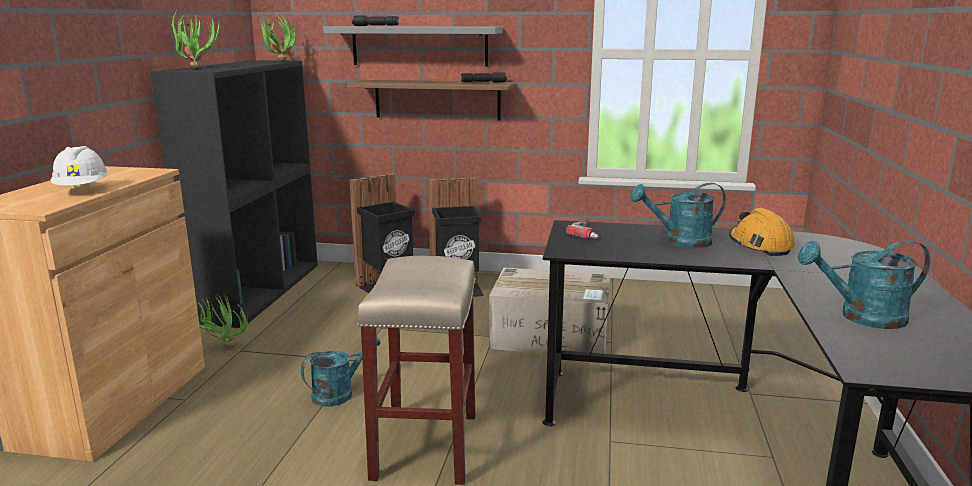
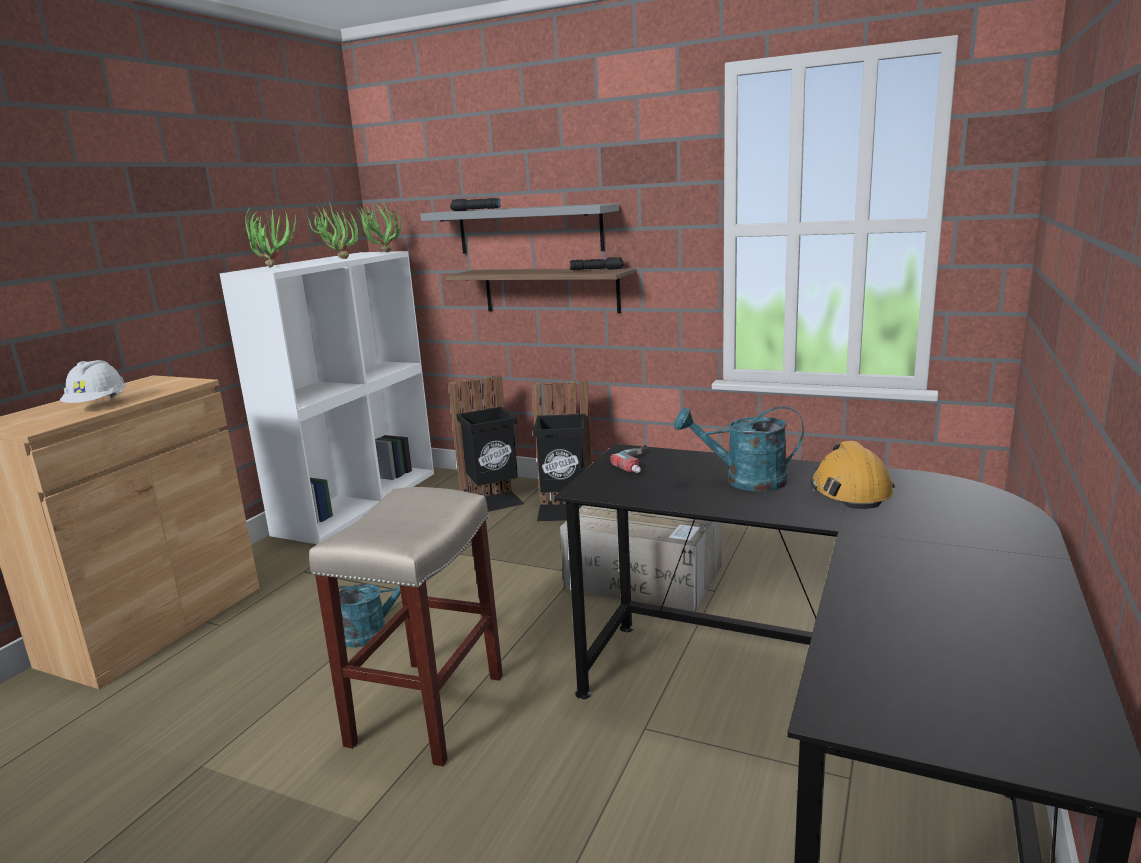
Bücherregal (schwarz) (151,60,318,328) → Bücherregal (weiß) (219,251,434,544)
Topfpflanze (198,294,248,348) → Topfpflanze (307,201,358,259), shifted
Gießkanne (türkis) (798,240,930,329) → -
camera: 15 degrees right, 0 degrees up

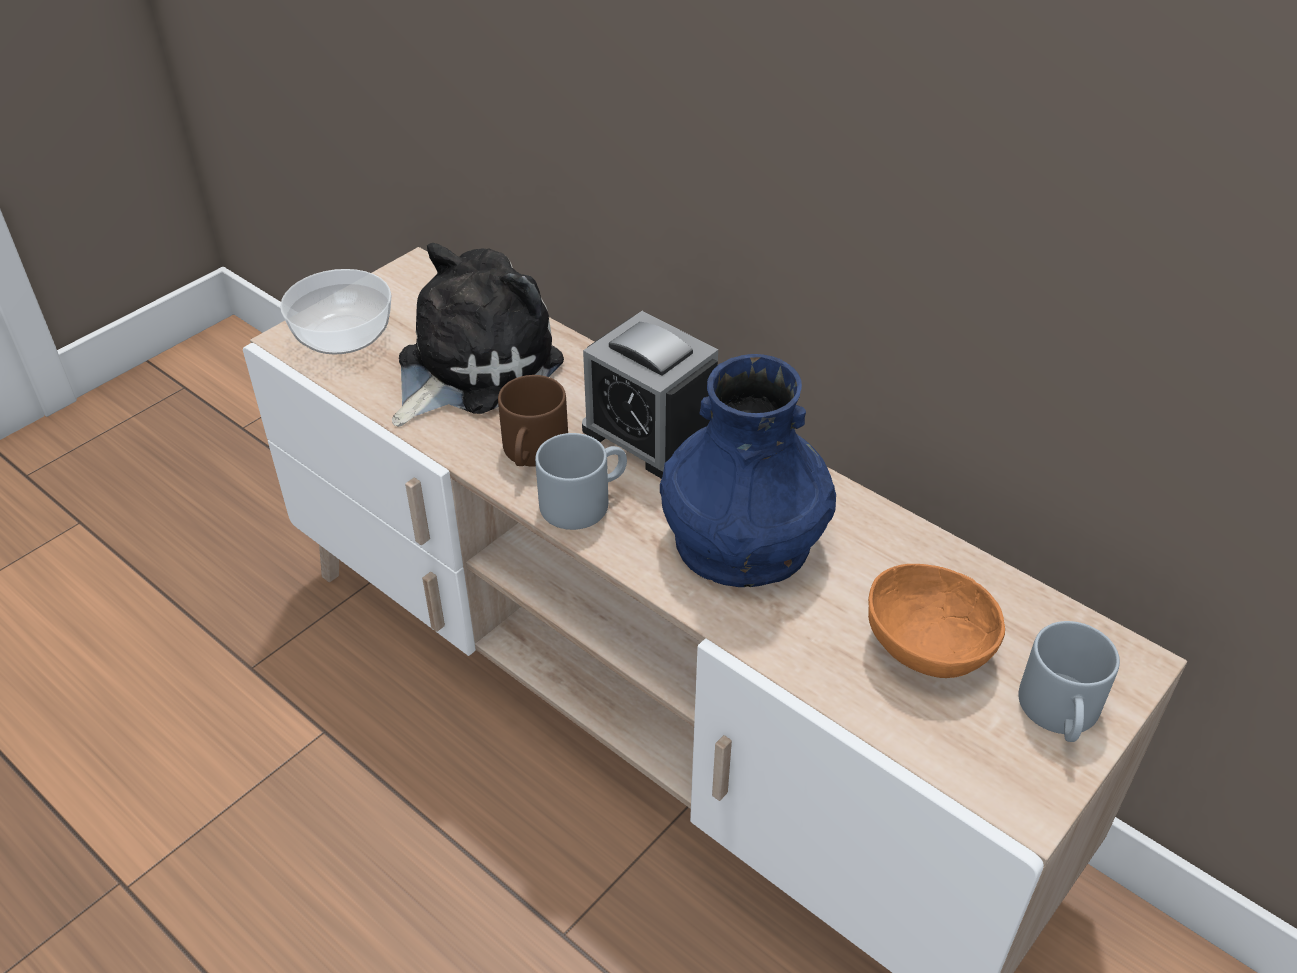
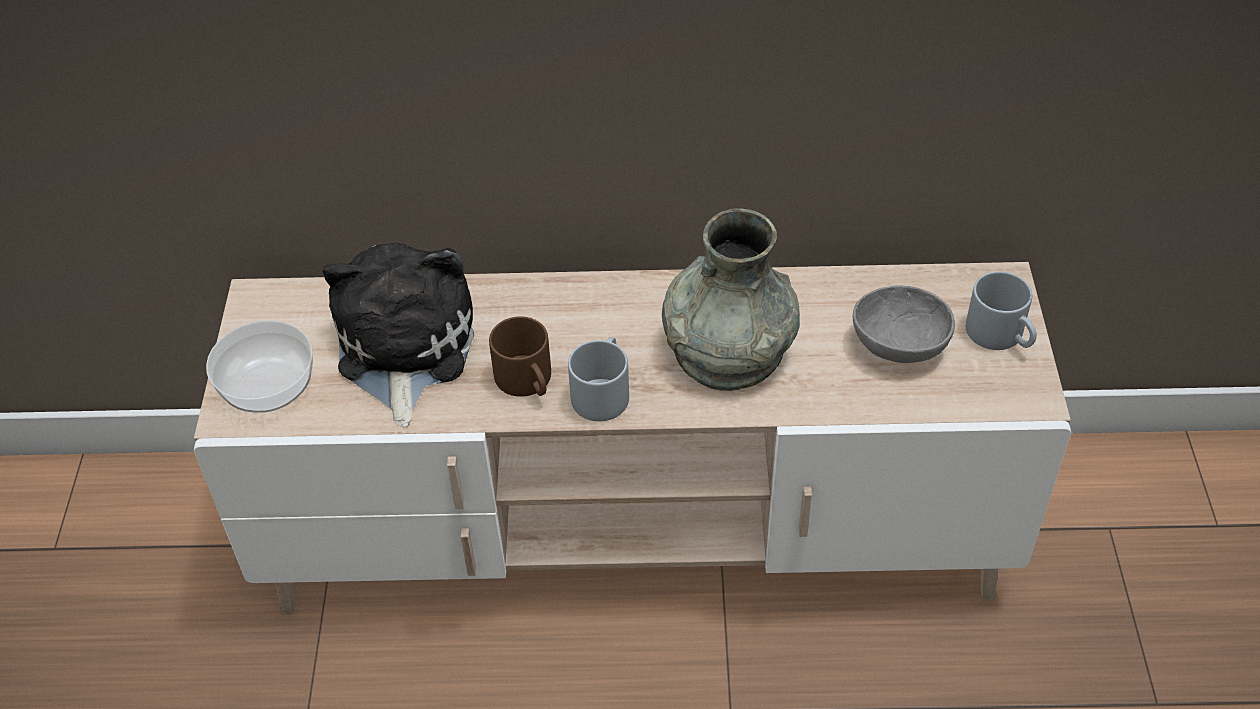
Vase (blau) (660,354,836,587) → Vase (grau) (662,208,800,391)
Schüssel (orange) (868,564,1005,678) → Schüssel (grau) (853,285,955,363)
Wecker (582,311,718,479) → -
camera: 40 degrees left, 5 degrees up

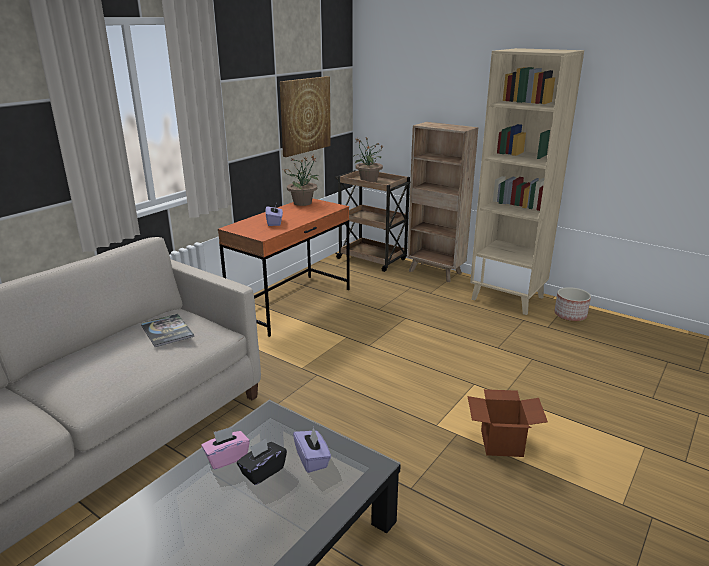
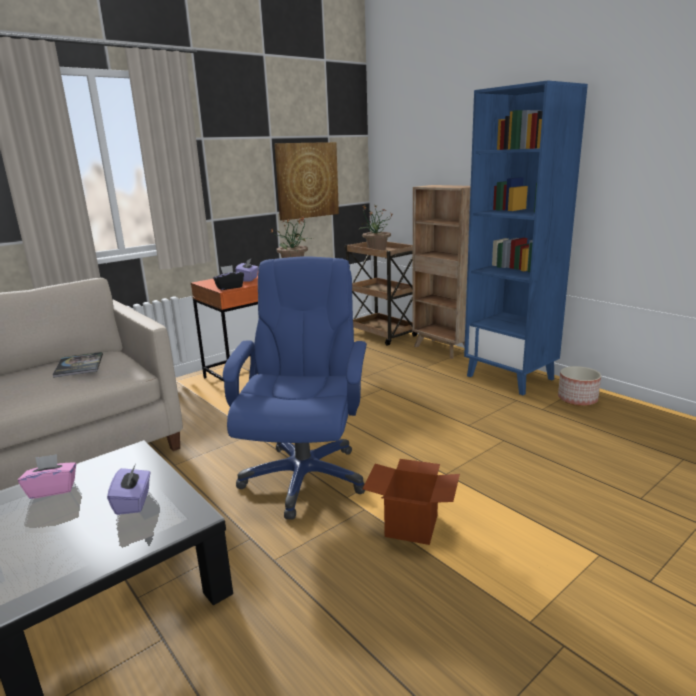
Taschentuchbox (schwarz) (237,439,287,485) → Taschentuchbox (schwarz) (213,265,244,290), shifted
- → Bürostuhl (blau) (223,256,367,520)
Bücherregal (beige) (470,48,584,315) → Bücherregal (blau) (464,80,588,395)
camera: 15 degrees right, 5 degrees down

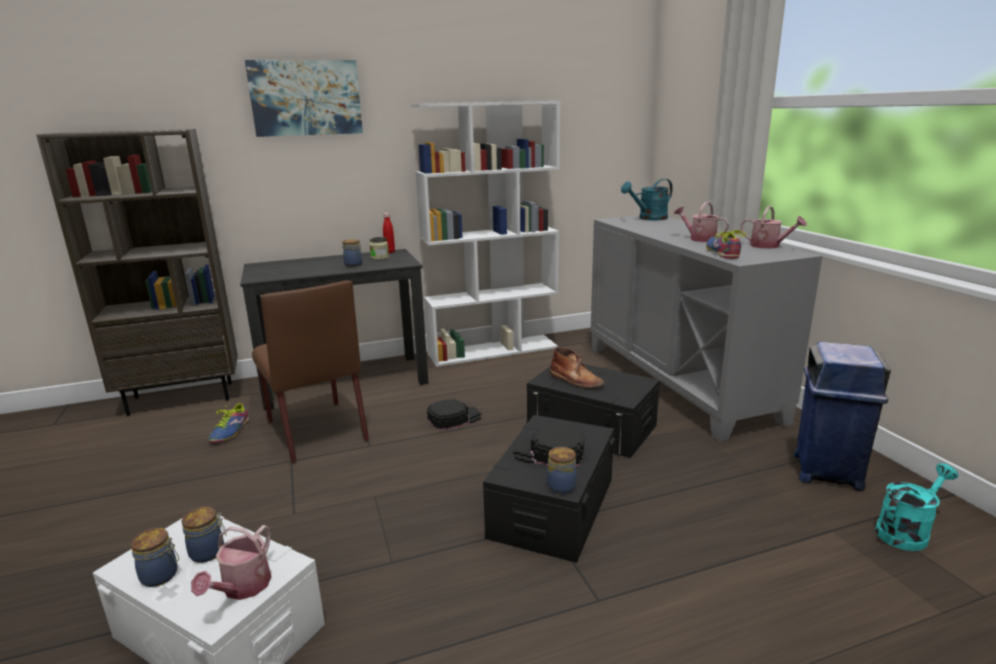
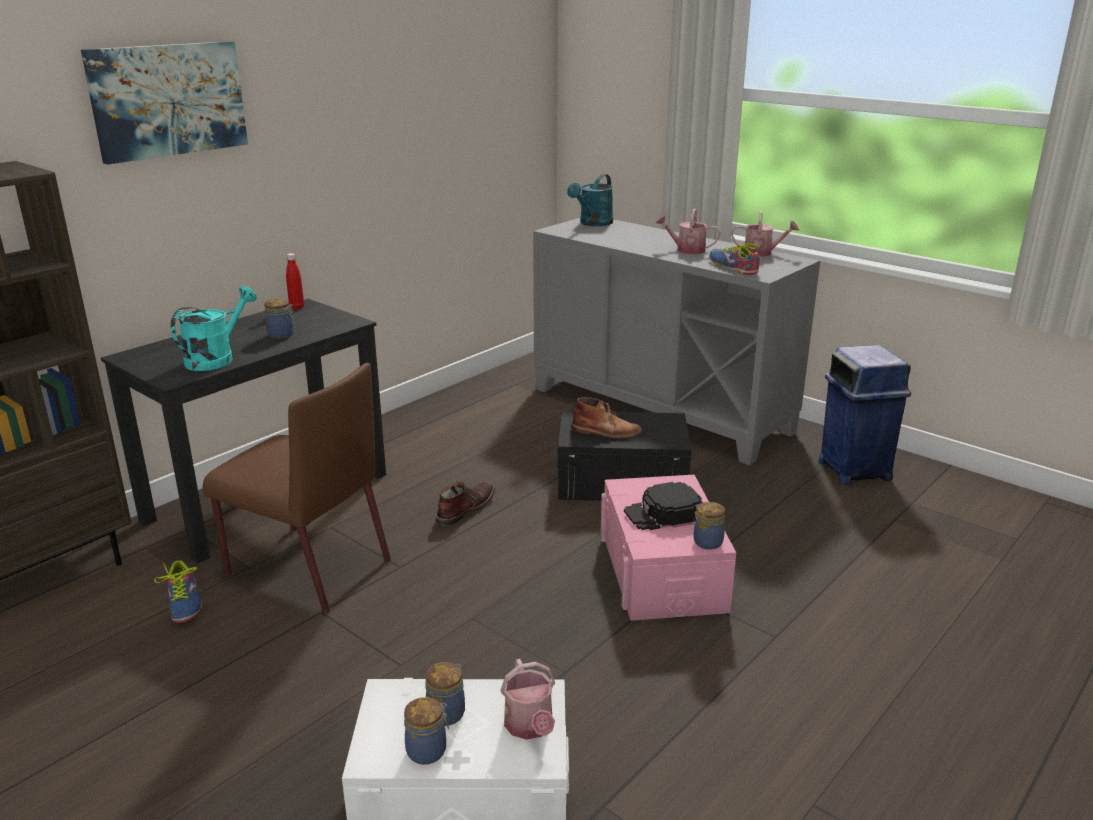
Gießkanne (türkis) (875,463,958,551) → Gießkanne (türkis) (171,286,257,371), shifted
Kappe (schwarz) (427,399,481,431) → Stiefel (braun) (435,481,495,526)
Aufbewahrungsbox (schwarz) (483,415,615,563) → Aufbewahrungsbox (rosa) (600,475,736,621)
Vorratsglas (369,237,389,260) → -
Bücherregal (weiß) (411,101,560,367) → -
camera: 30 degrees left, 5 degrees up

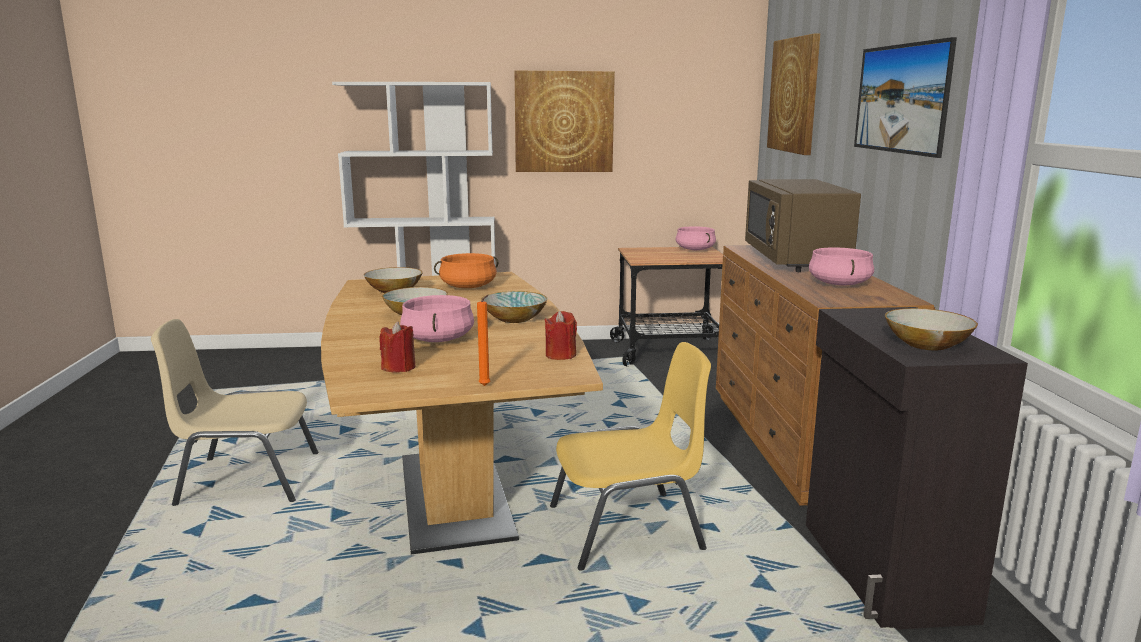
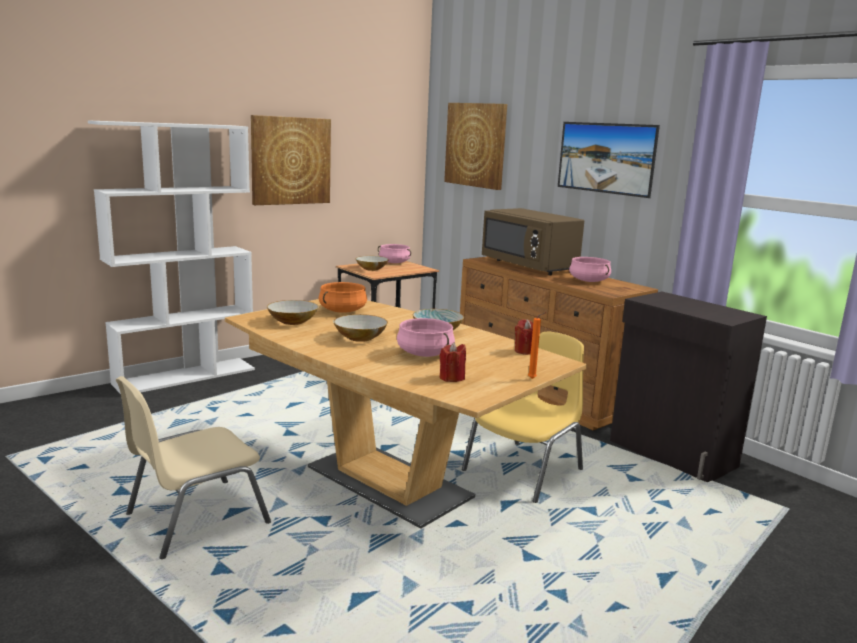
Schüssel (885,308,978,350) → Schüssel (355,256,389,271), shifted
camera: 35 degrees left, 0 degrees up

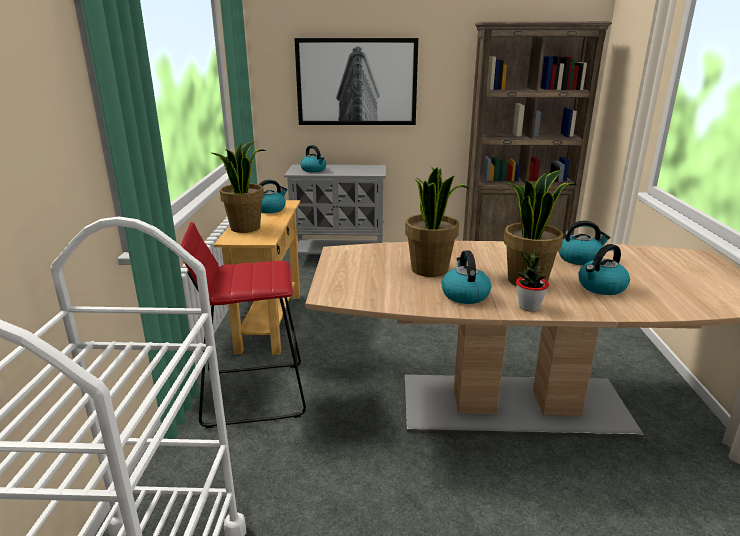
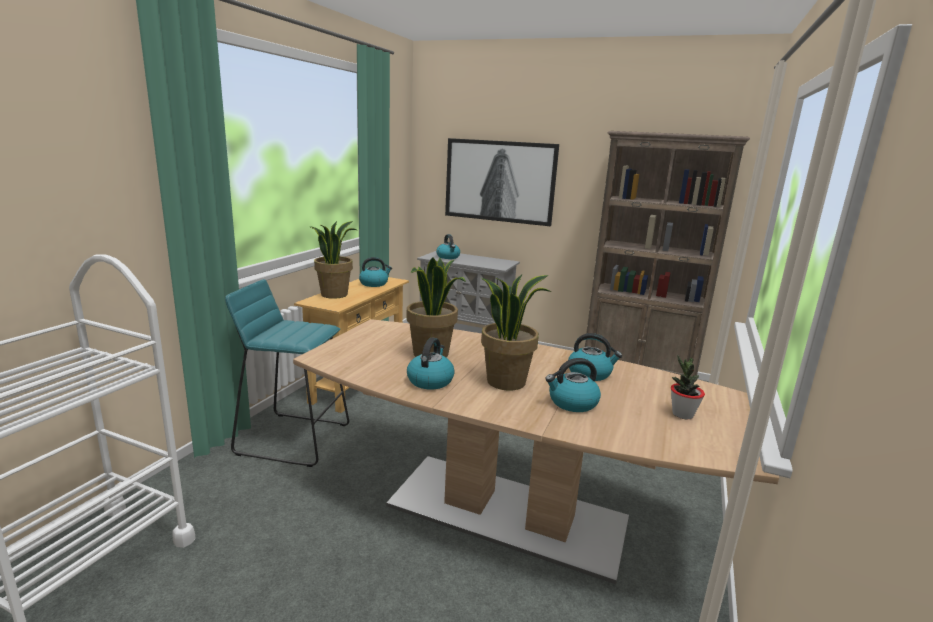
Hocker (rot) (181,222,306,428) → Hocker (türkis) (225,279,349,467)
Topfpflanze (516,250,549,312) → Topfpflanze (671,355,705,420), shifted
camera: 20 degrees right, 5 degrees down

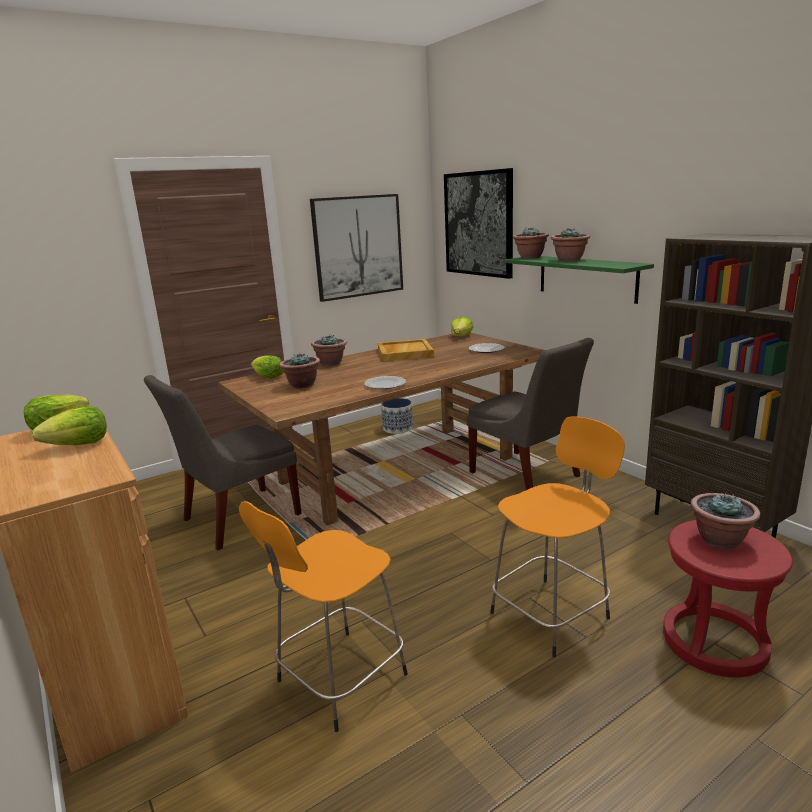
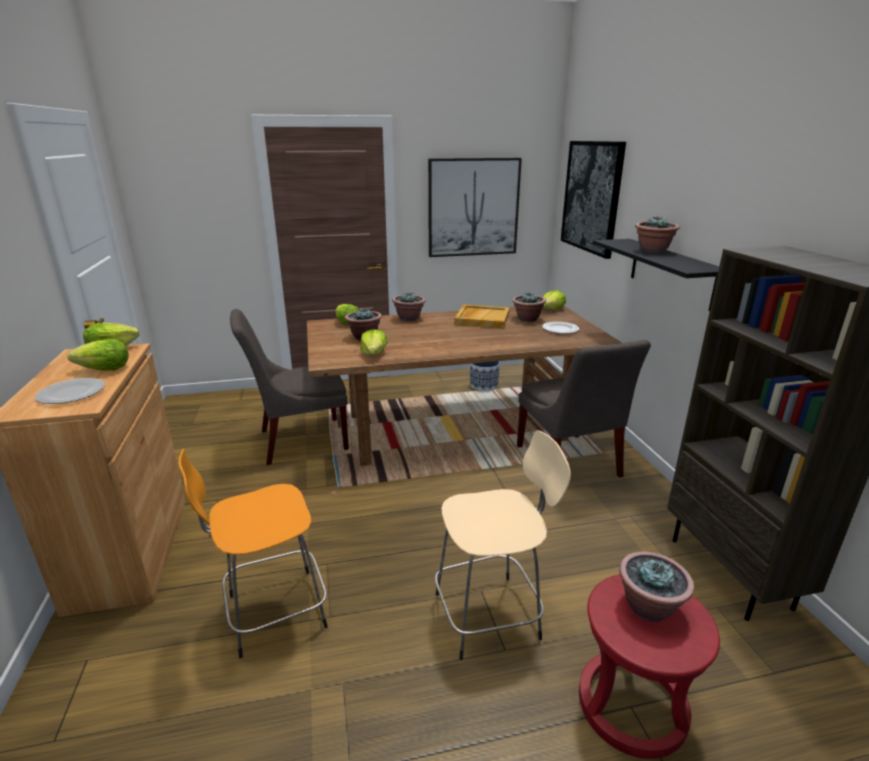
Teller (364,376,406,389) → Teller (35,378,105,404), shifted
- → Salatkopf (360,329,388,355)
Hocker (orange) (490,416,625,658) → Hocker (beige) (434,430,571,660)
Topfpflanze (512,228,549,259) → Topfpflanze (512,292,546,322), shifted
Wandregal (grün) (504,256,654,304) → Wandregal (schwarz) (592,239,719,311)
camera: 20 degrees right, 5 degrees up

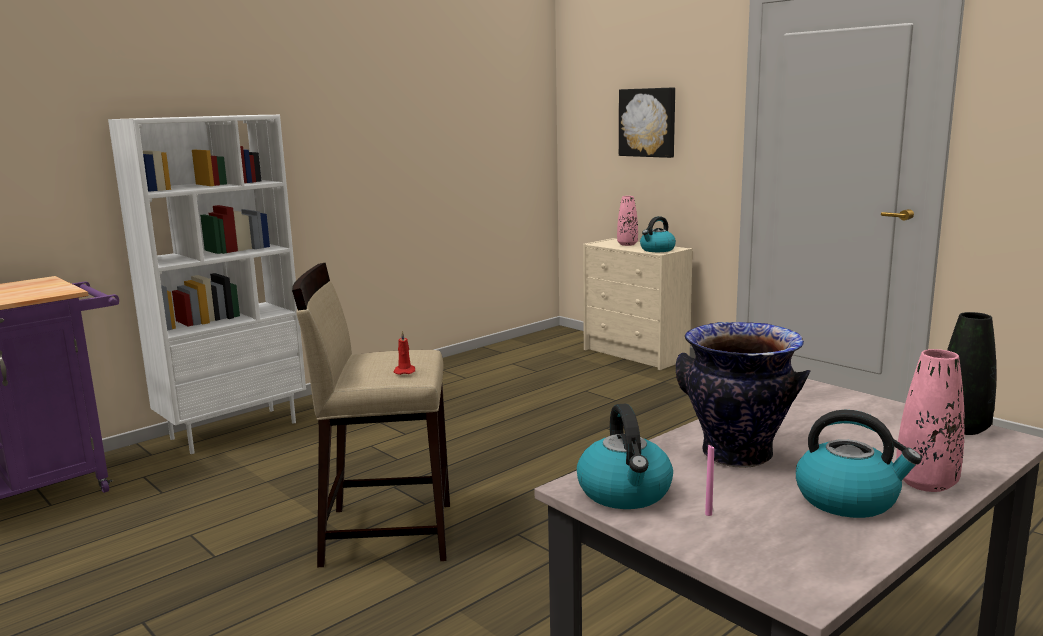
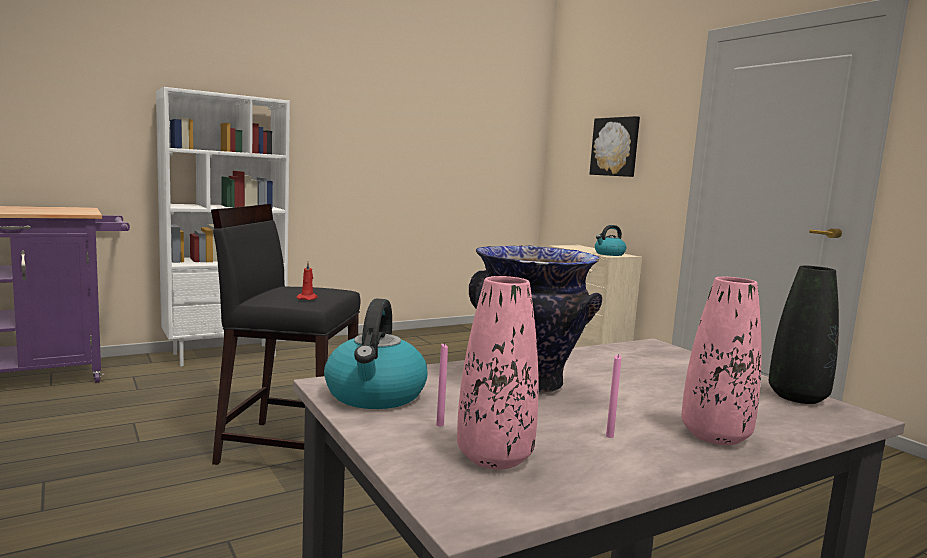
Hocker (beige) (292,263,450,567) → Hocker (schwarz) (211,204,361,465)
Vase (rosa) (617,196,638,246) → Vase (rosa) (457,276,538,469), shifted
Wasserkessel (796,410,922,518) → Kerze (rosa) (606,354,621,438)
camera: 10 degrees right, 5 degrees down

